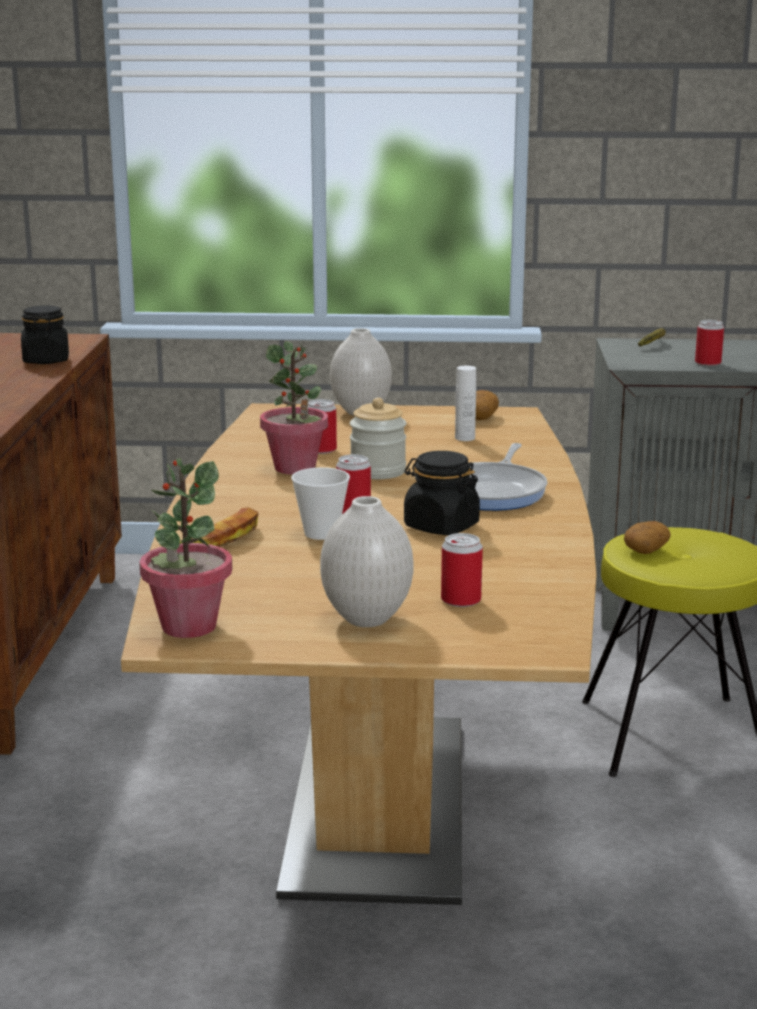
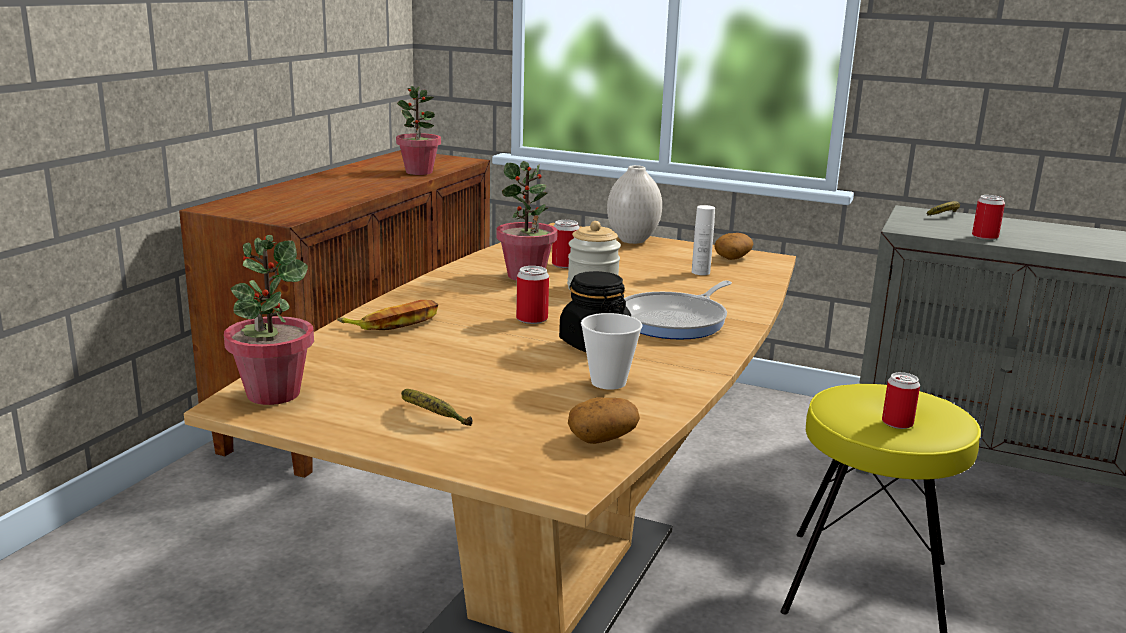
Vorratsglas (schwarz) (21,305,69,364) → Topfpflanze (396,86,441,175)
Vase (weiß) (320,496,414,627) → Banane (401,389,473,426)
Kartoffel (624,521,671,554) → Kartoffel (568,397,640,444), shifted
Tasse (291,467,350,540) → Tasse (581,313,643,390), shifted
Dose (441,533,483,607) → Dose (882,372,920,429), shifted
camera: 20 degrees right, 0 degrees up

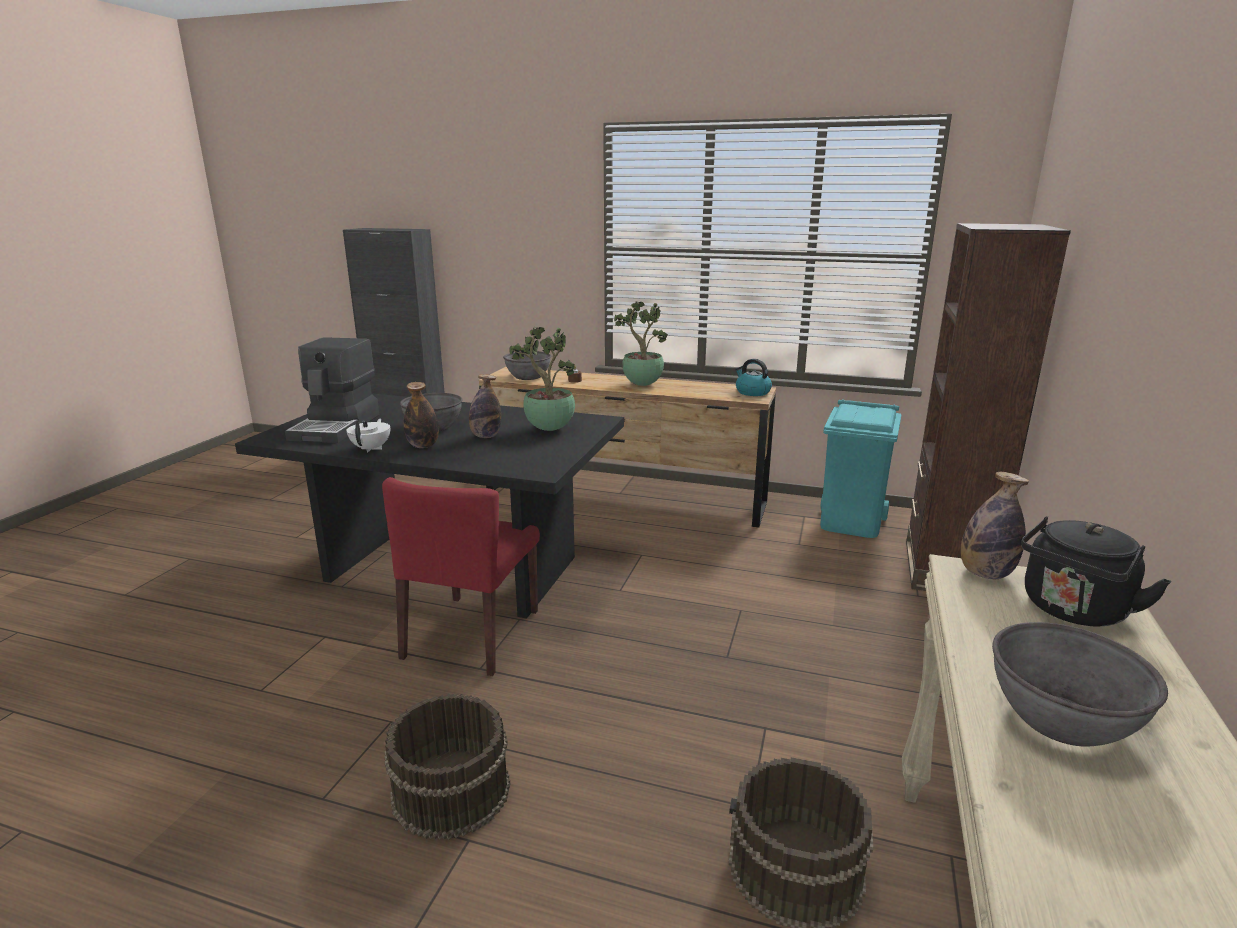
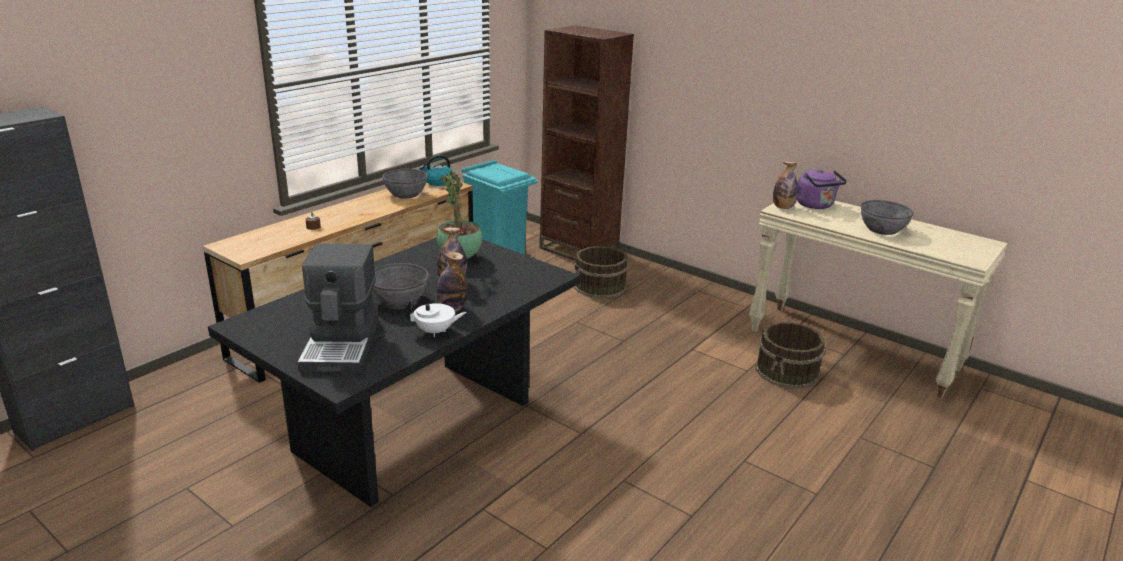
Kaffeemaschine (285,337,379,443) → Kaffeemaschine (297,243,379,373), 60 degrees clockwise
Schüssel (grau) (503,351,551,380) → Schüssel (grau) (382,169,428,199), shifted
Teekanne (weiß) (346,419,390,452) → Teekanne (weiß) (405,300,467,337), 150 degrees clockwise
Eimer (braun) (384,694,510,840) → Eimer (braun) (574,246,628,299), shifted
Wasserkessel (schwarz) (1021,516,1172,627) → Wasserkessel (lila) (797,169,847,209)
Stuhl (rot) (382,477,540,676) → -
Topfpflanze (614,301,668,386) → -
camera: 70 degrees left, 5 degrees up

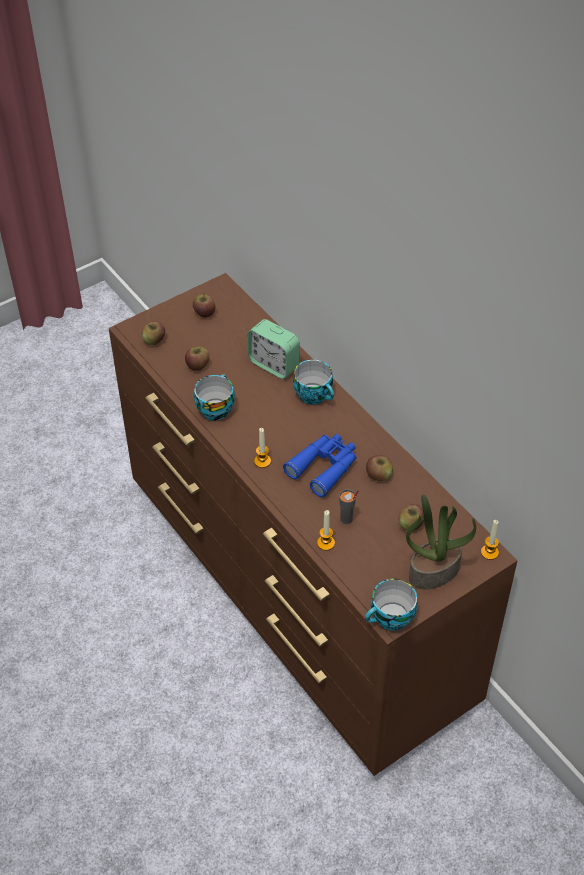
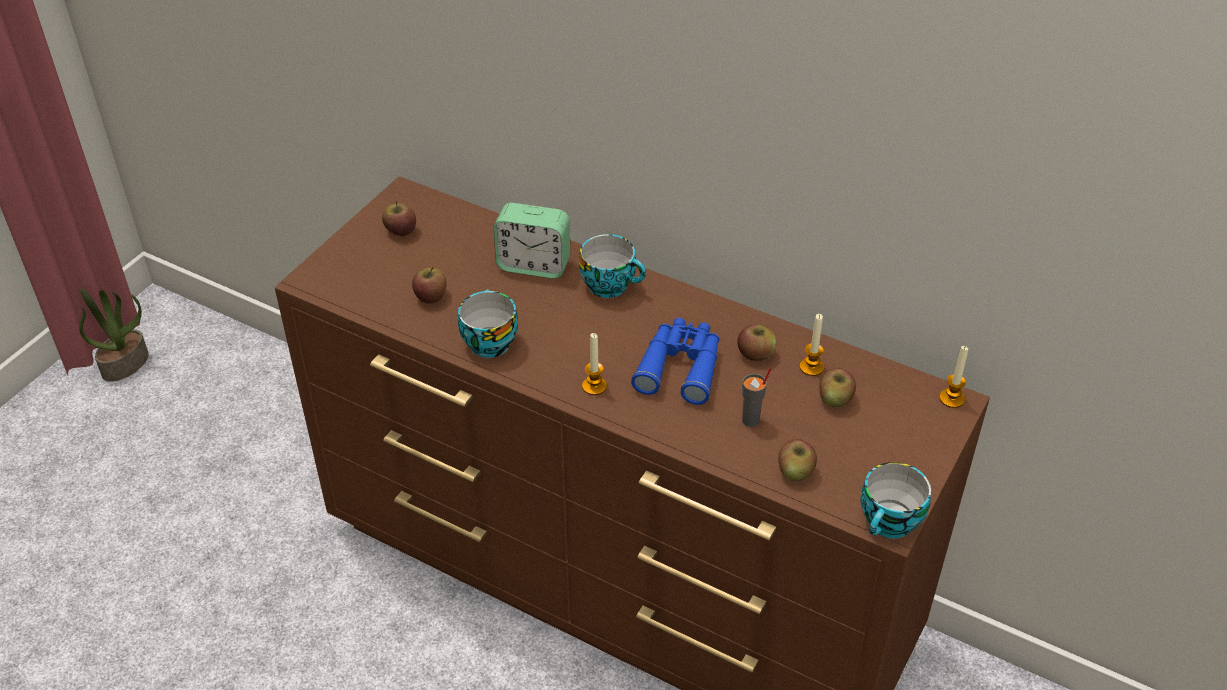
Topfpflanze (406,494,476,589) → Topfpflanze (79,289,149,382), shifted
Apfel (142,321,165,345) → Apfel (778,439,817,481), shifted
Kerze (317,510,335,551) → Kerze (800,314,824,376), shifted
camera: 25 degrees left, 5 degrees down

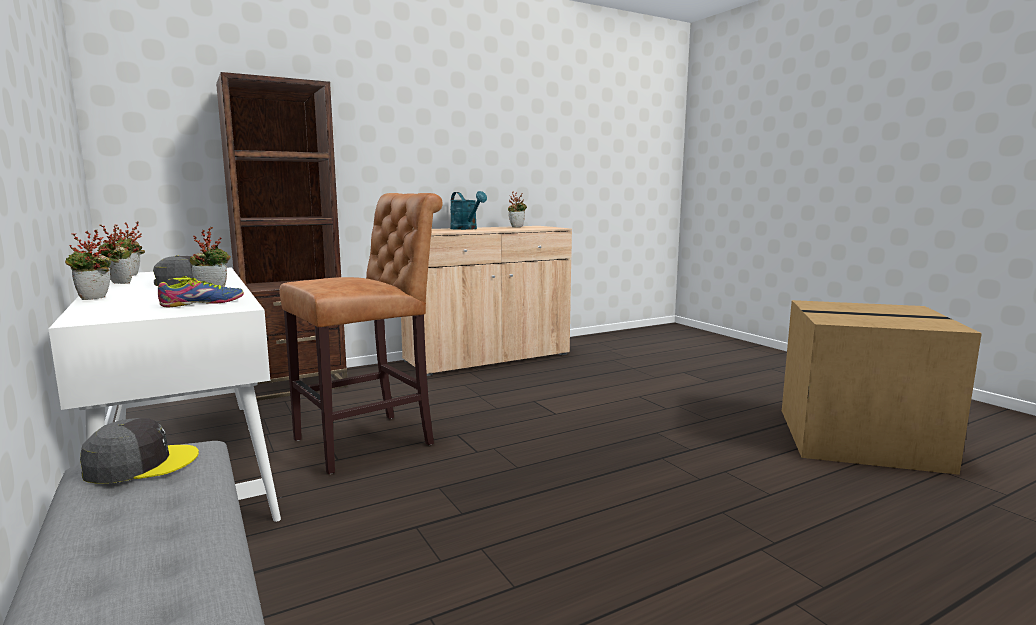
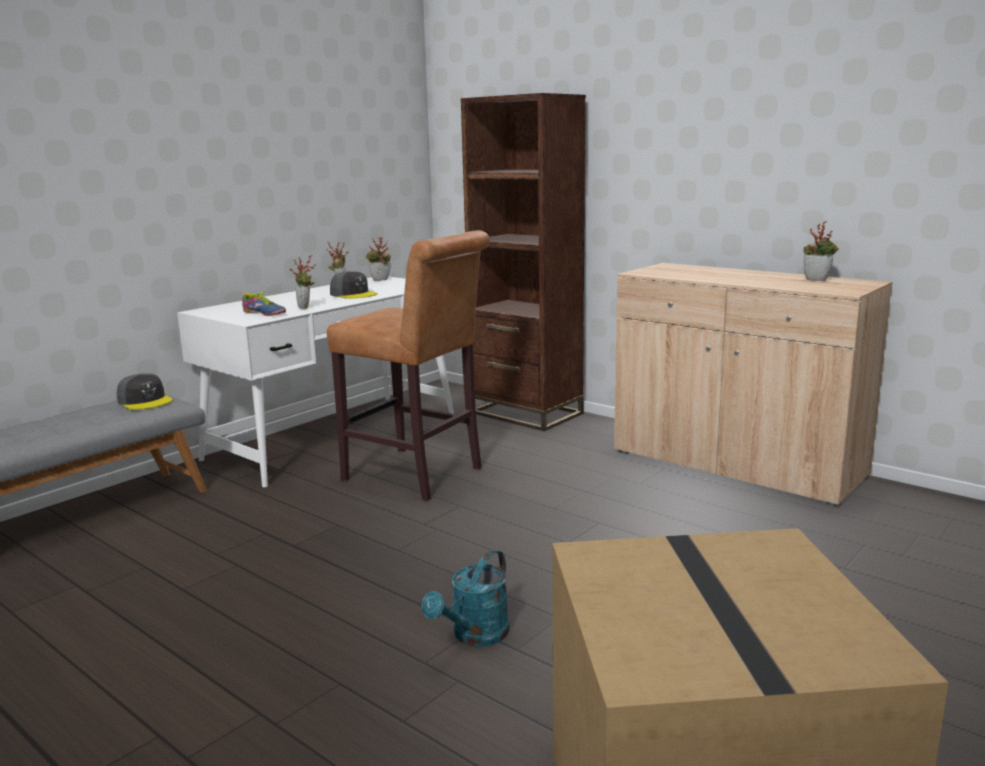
Gießkanne (türkis) (450,191,487,230) → Gießkanne (türkis) (422,549,509,647), shifted
Topfpflanze (65,230,111,300) → -
camera: 70 degrees right, 5 degrees up

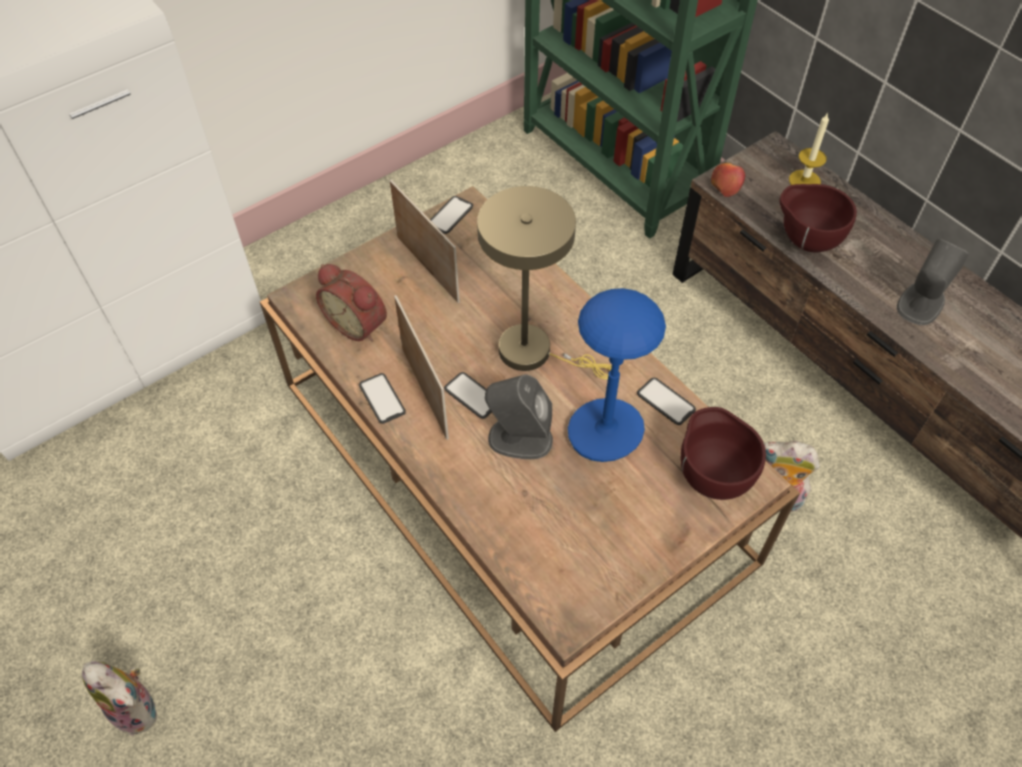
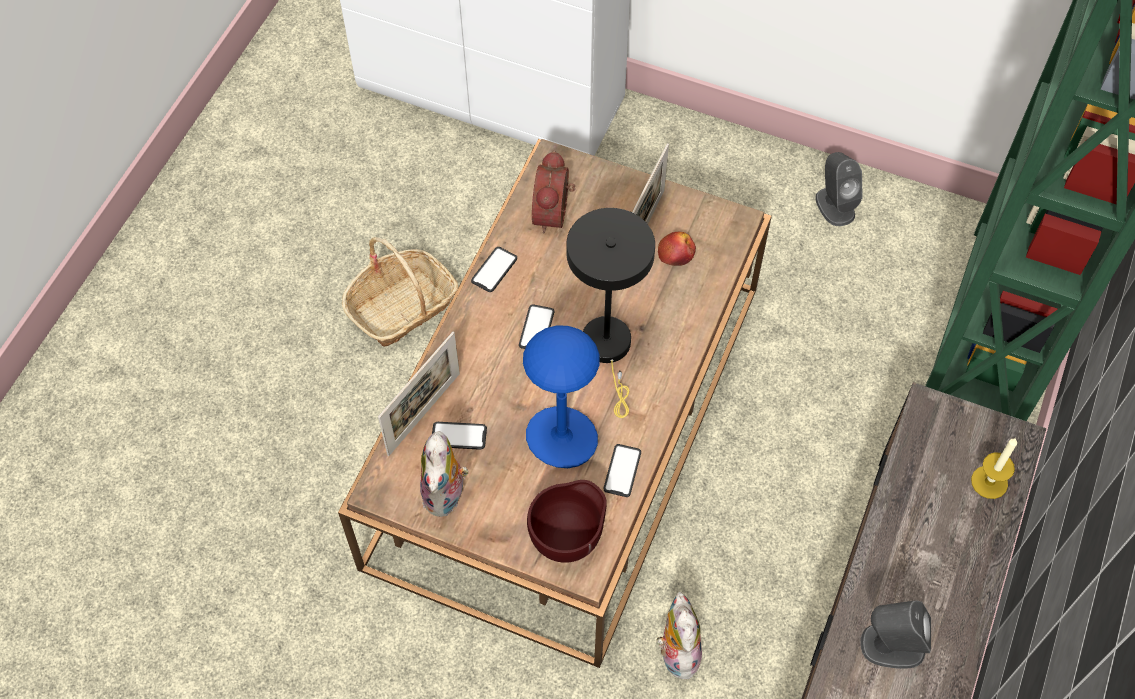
- → Korb (342,237,458,347)
Bilderrahmen (394,295,449,440) → Bilderrahmen (378,332,460,456), shifted
Plüschtier (82,661,157,736) → Plüschtier (420,431,468,517), shifted
Handy (430,196,473,234) → Handy (432,422,487,450), shifted
Tischlampe (beige) (477,186,612,379) → Tischlampe (schwarz) (566,208,655,418)
Apfel (711,163,745,197) → Apfel (658,232,696,266), shifted
Lautsprecher (grau) (485,375,553,459) → Lautsprecher (grau) (815,152,862,226), shifted
Schüssel (braun) (779,184,857,252) → -
camera: 60 degrees right, 5 degrees up

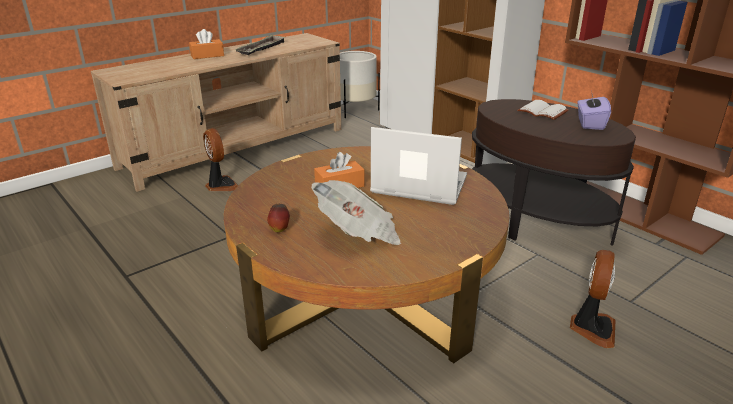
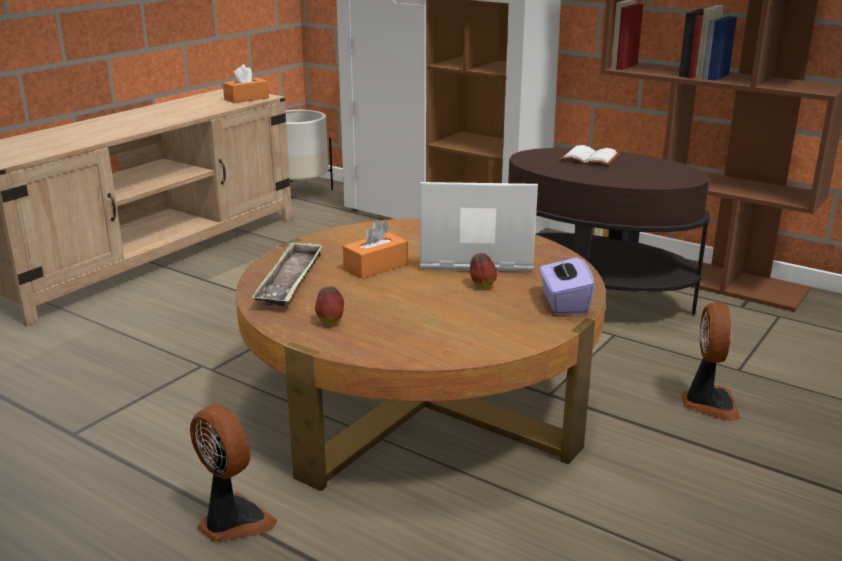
Ventilator (203,128,238,191) → Ventilator (190,404,278,542), shifted
Taschentuchbox (orange) (189,29,224,59) → Taschentuchbox (orange) (223,64,269,103), shifted
Tablett (235,34,285,55) → Tablett (252,241,323,306), shifted
- → Apfel (470,253,497,288)
Taschentuchbox (lila) (578,91,611,130) → Taschentuchbox (lila) (539,249,595,314), shifted
Zeitung (311,180,401,245) → -
camera: 15 degrees left, 5 degrees down

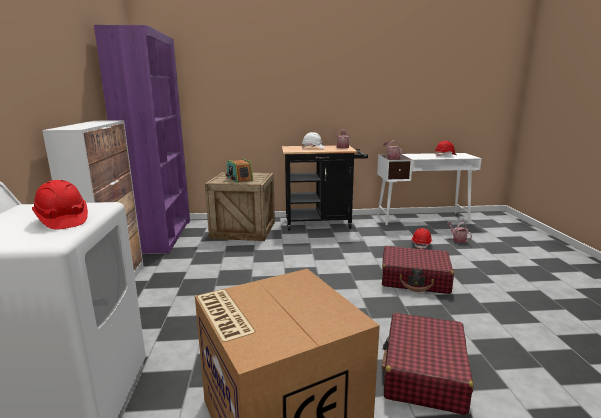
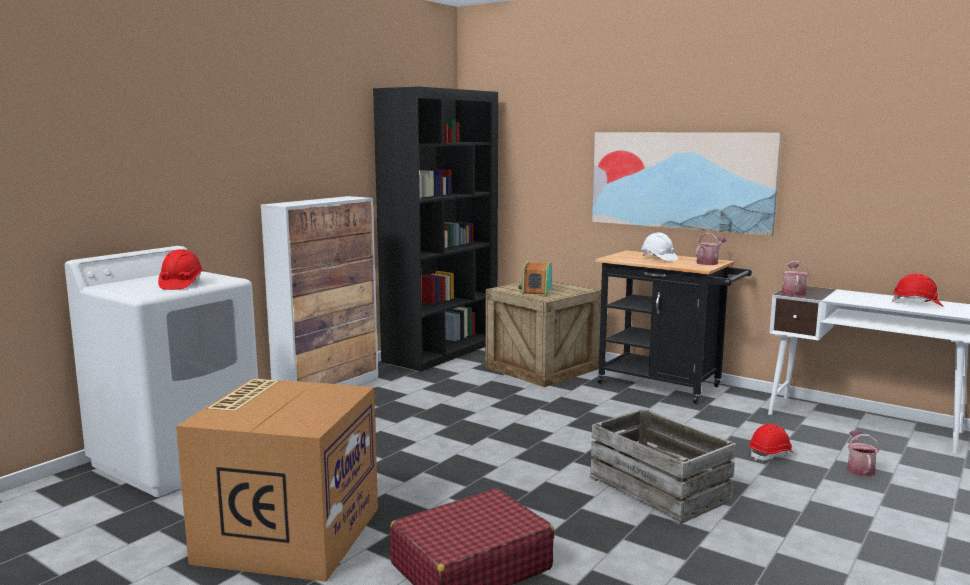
Bücherregal (lila) (94,25,190,254) → Bücherregal (schwarz) (373,86,498,372)
Koffer (rot) (382,246,454,294) → Kiste (590,409,736,525)
- → Bild (592,132,782,236)
camera: 40 degrees right, 5 degrees down

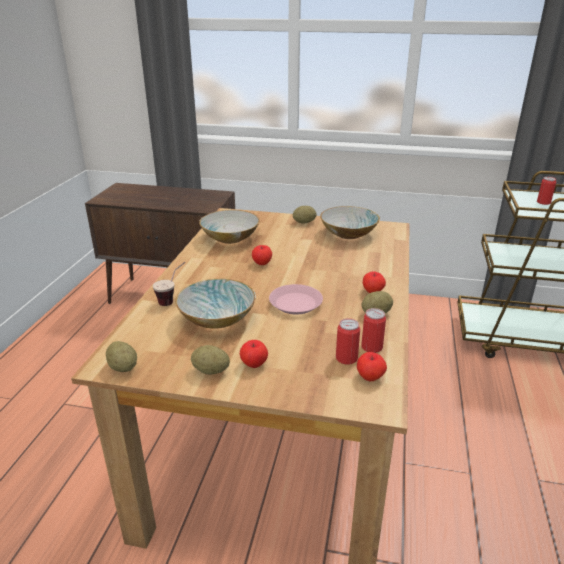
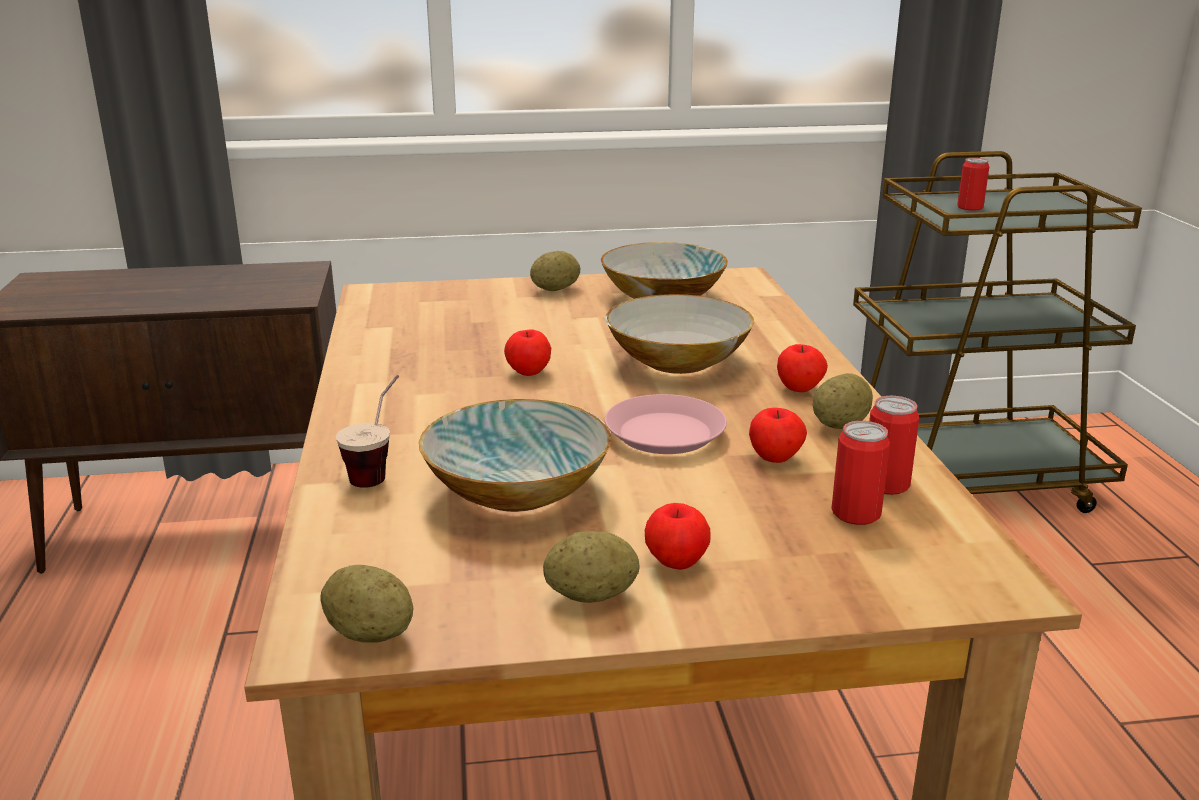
Schüssel (199,210,260,244) → Schüssel (605,294,754,374), shifted
Apfel (357,352,387,381) → Apfel (749,408,807,463), shifted
camera: 20 degrees left, 5 degrees down

